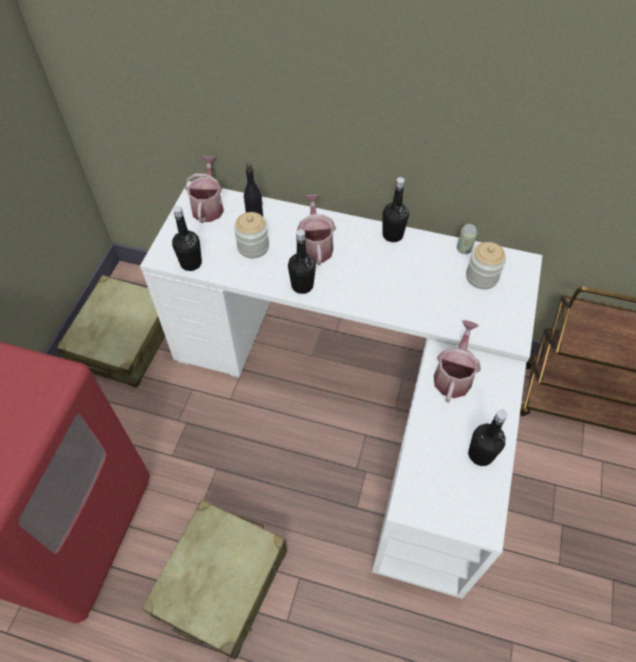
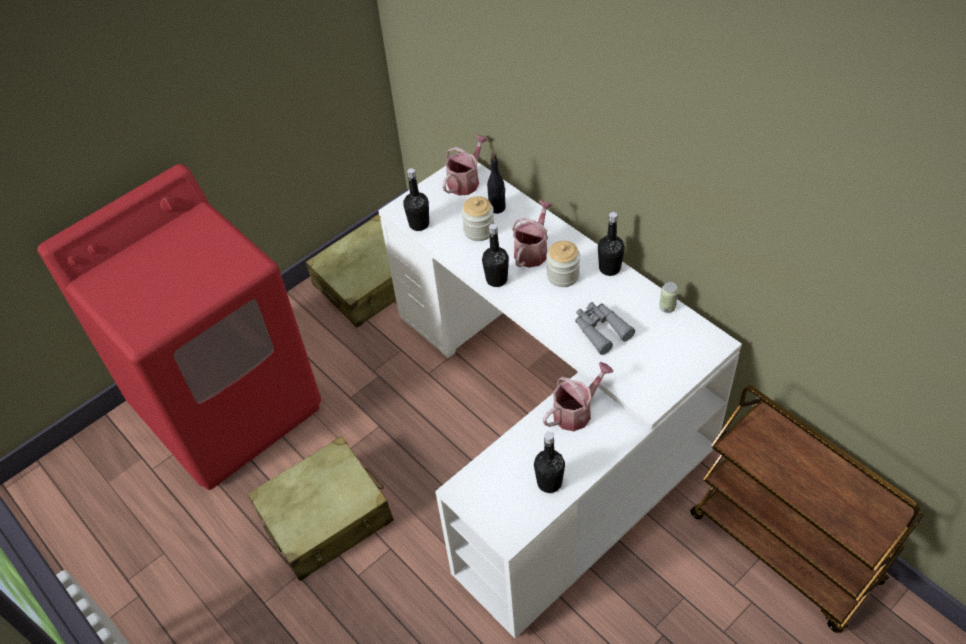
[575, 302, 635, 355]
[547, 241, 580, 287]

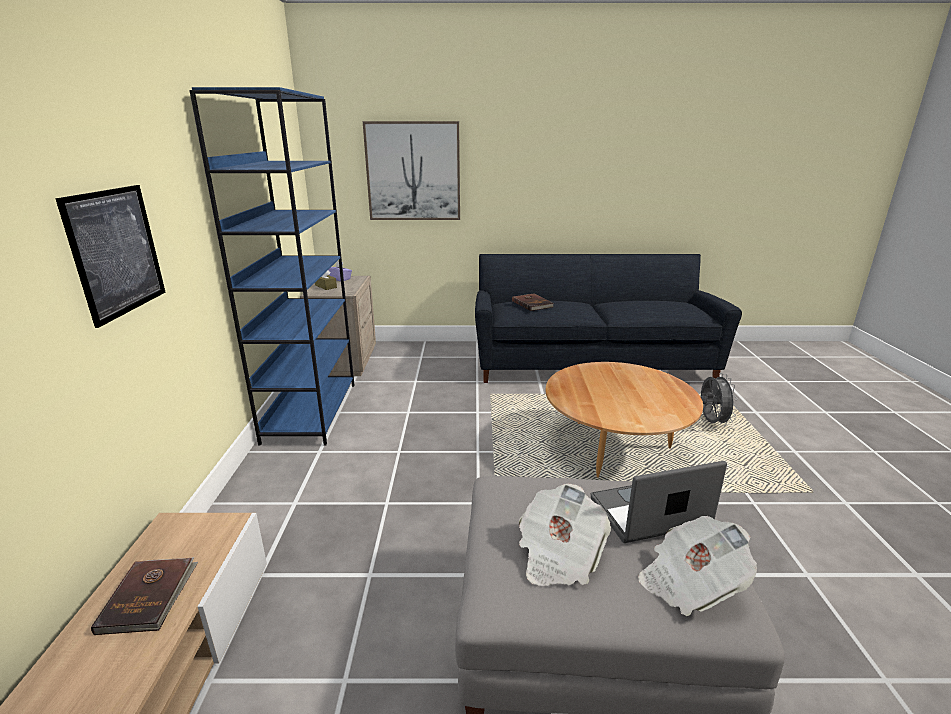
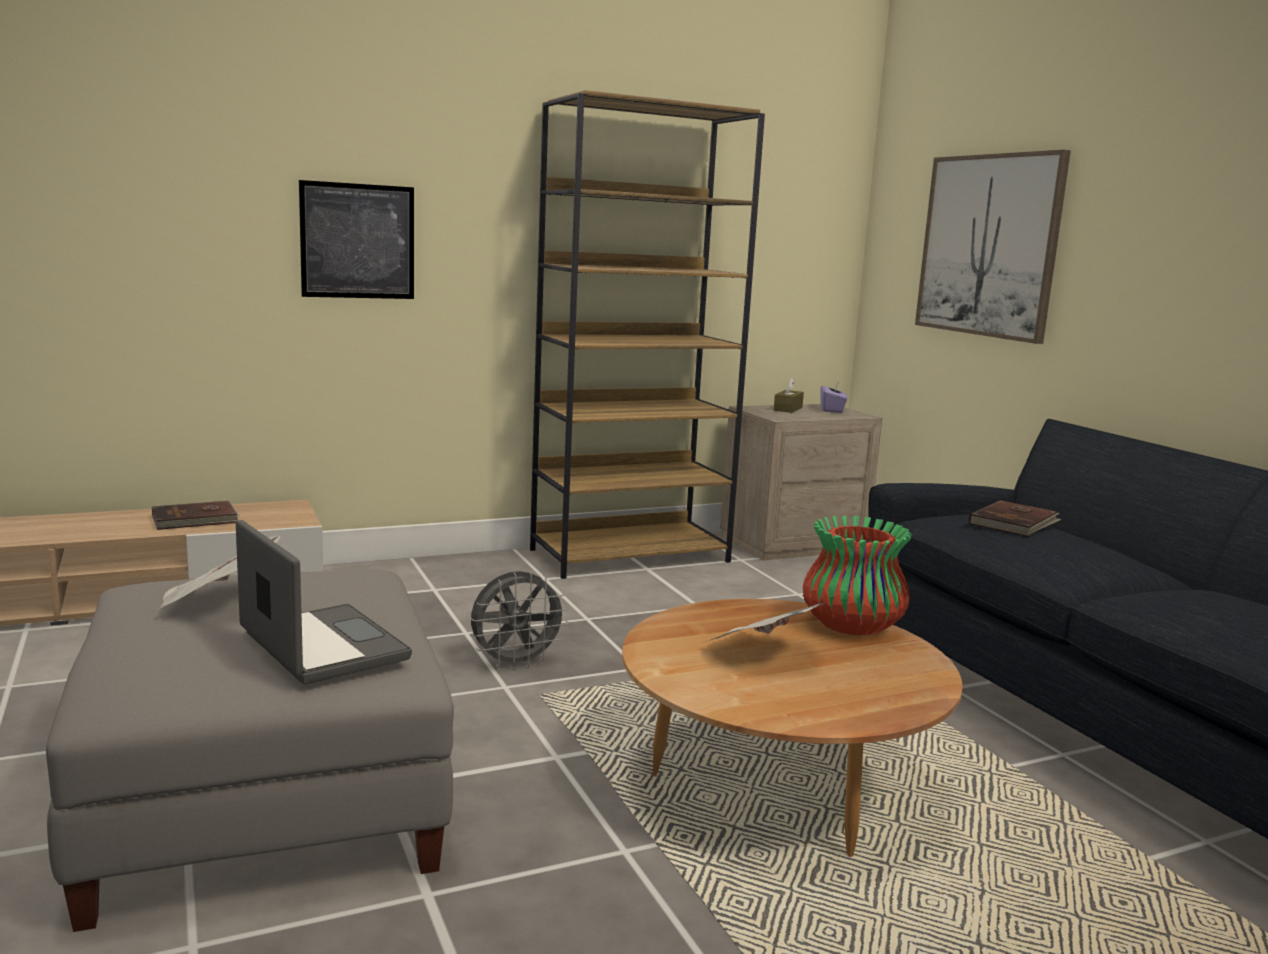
[803, 515, 912, 635]
[705, 603, 825, 642]
[471, 571, 569, 670]
[530, 90, 765, 579]

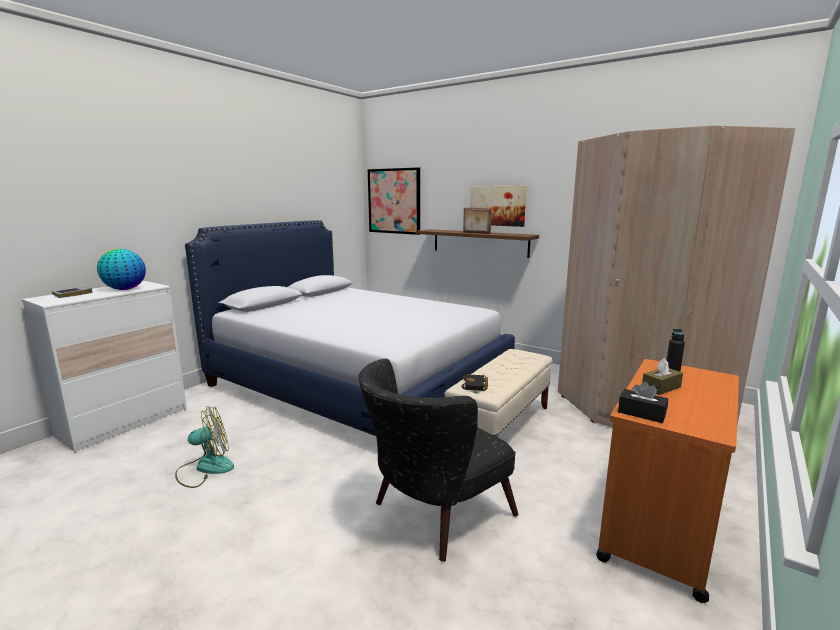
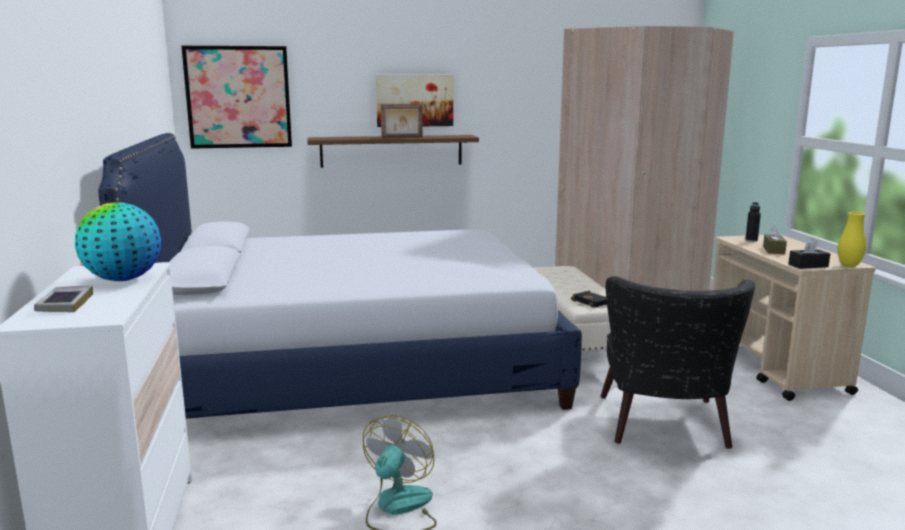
[837, 212, 866, 267]
[713, 234, 876, 401]

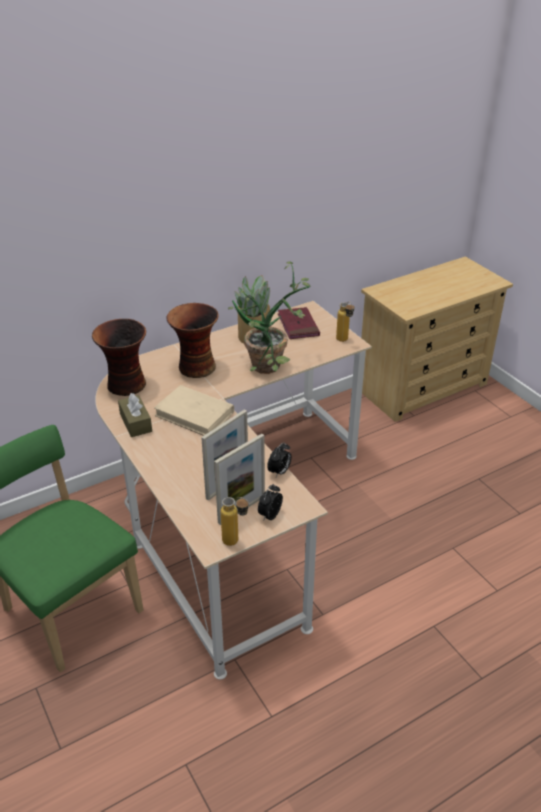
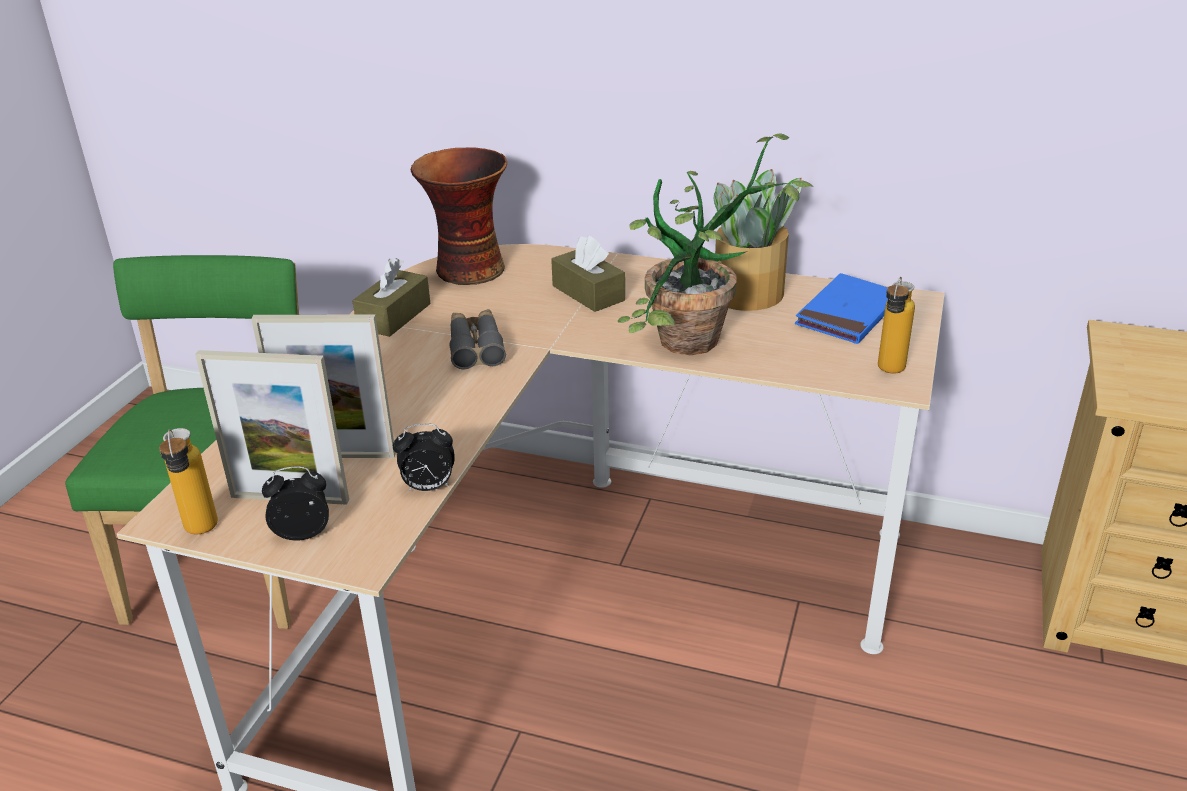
[449, 309, 506, 370]
[551, 235, 625, 312]
[795, 273, 888, 344]

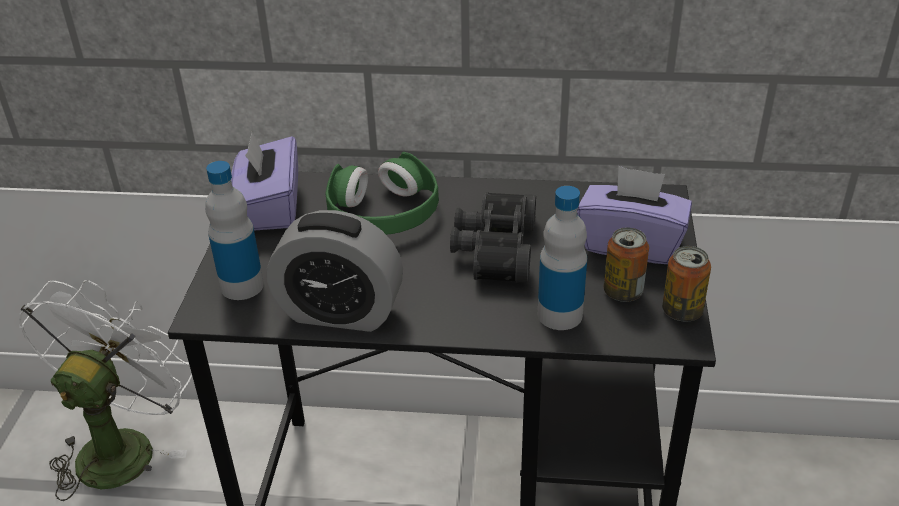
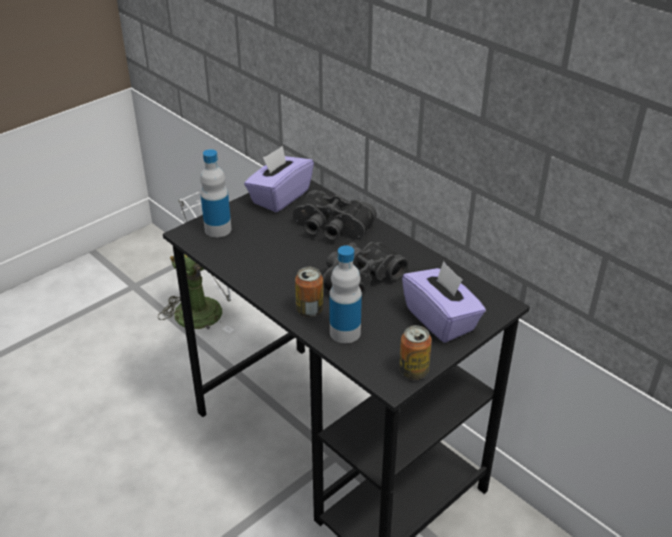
[267, 210, 403, 332] (first image)
[295, 267, 323, 317]
[293, 190, 377, 240]

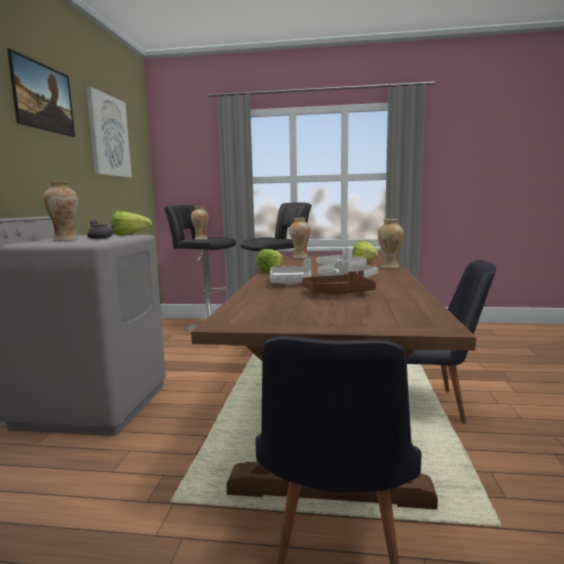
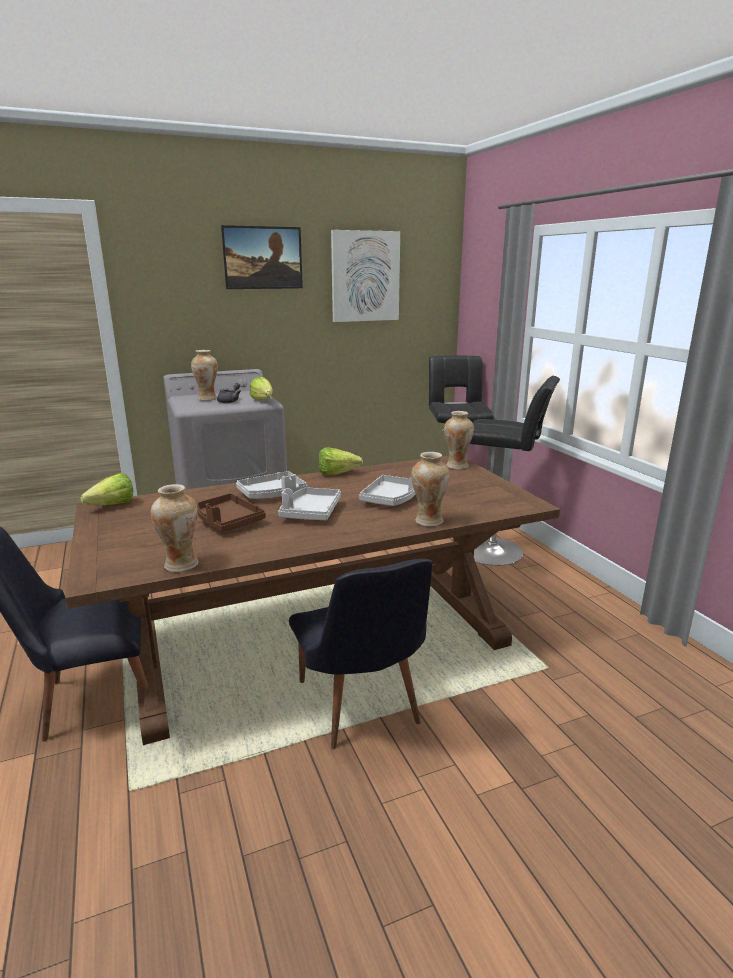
[151, 484, 198, 572]
[80, 473, 133, 505]

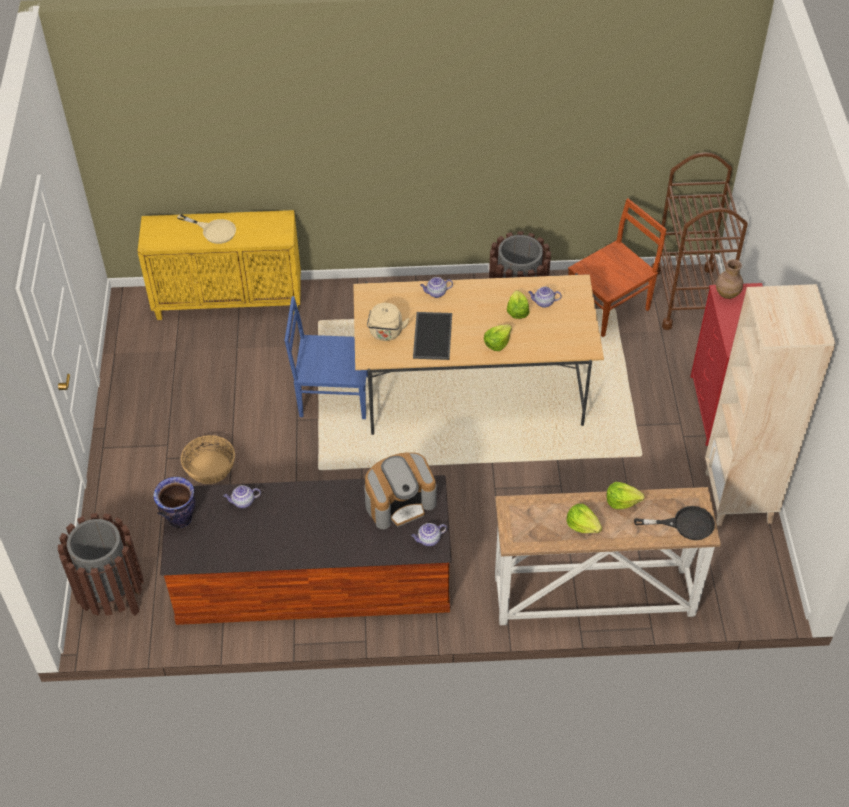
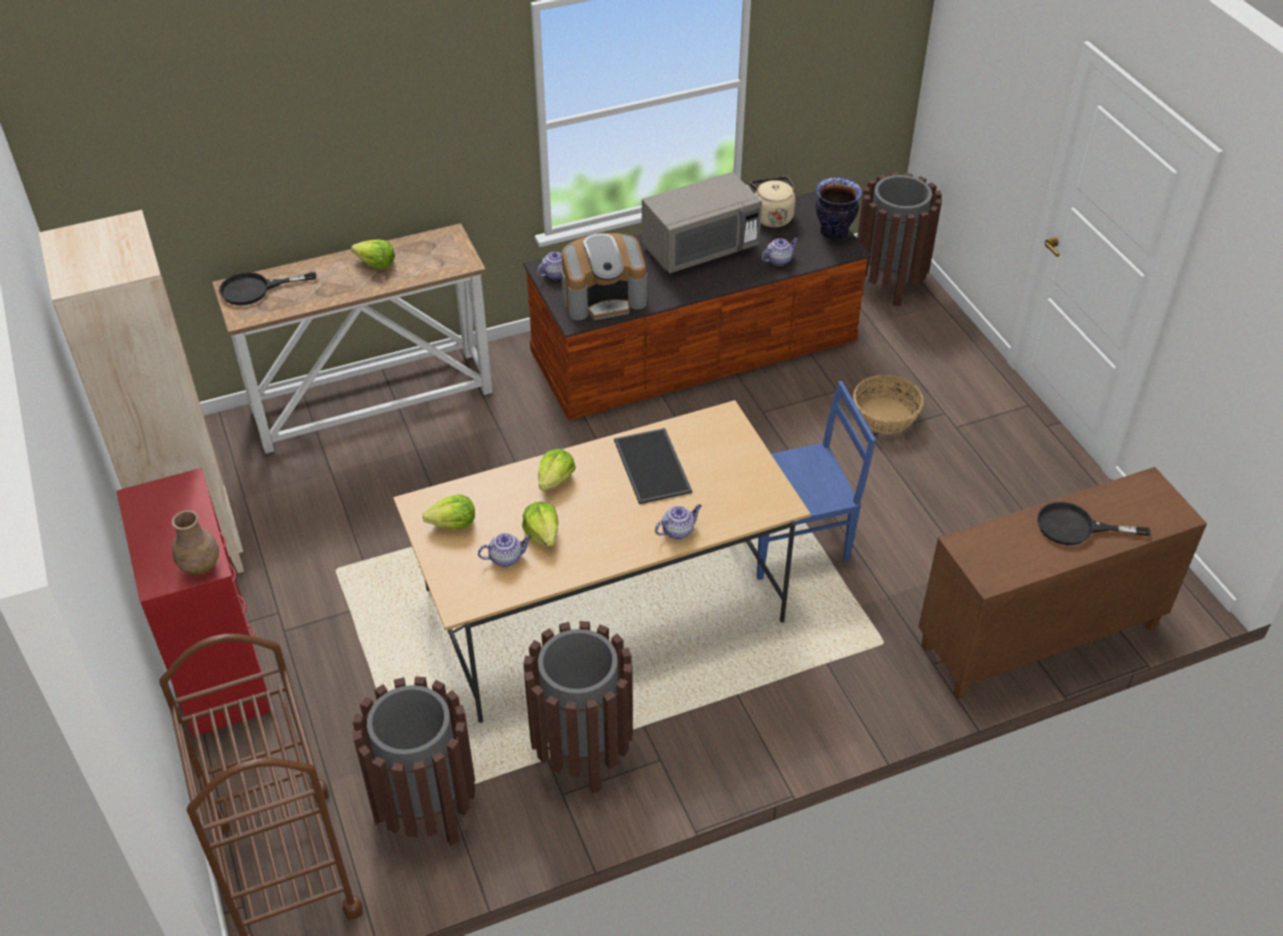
[642, 172, 762, 273]
[750, 176, 795, 227]
[422, 495, 475, 529]
[352, 676, 476, 846]
[918, 467, 1207, 699]
[1037, 502, 1151, 545]
[561, 233, 647, 320]

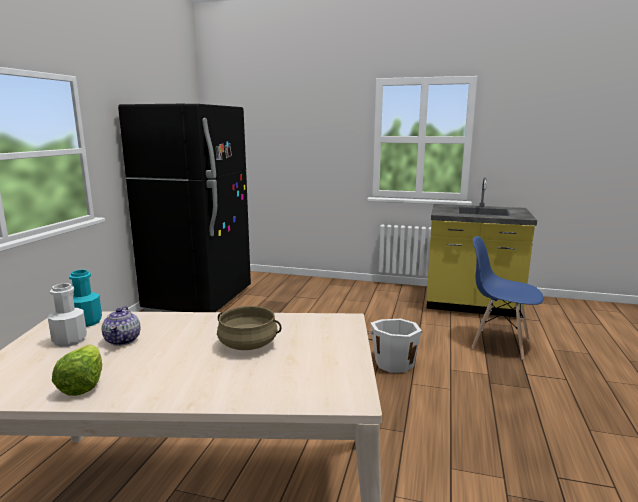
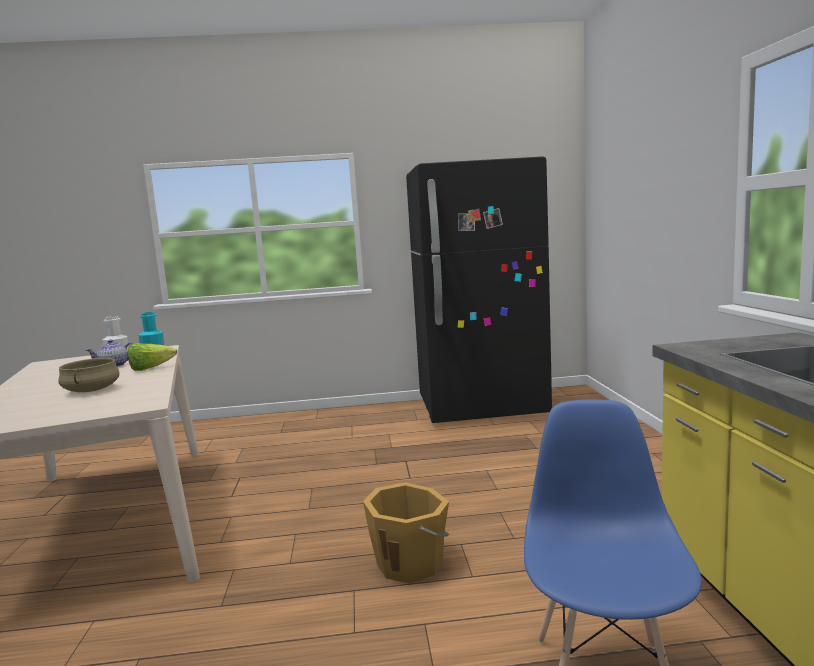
[128, 343, 177, 371]
[363, 482, 450, 583]

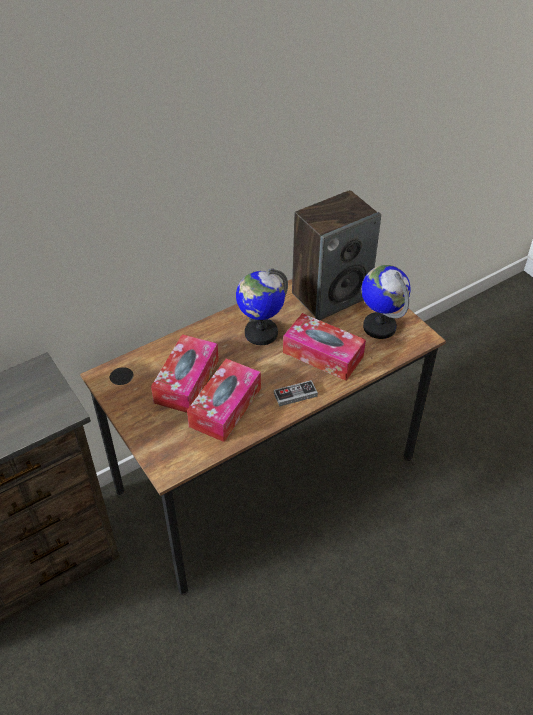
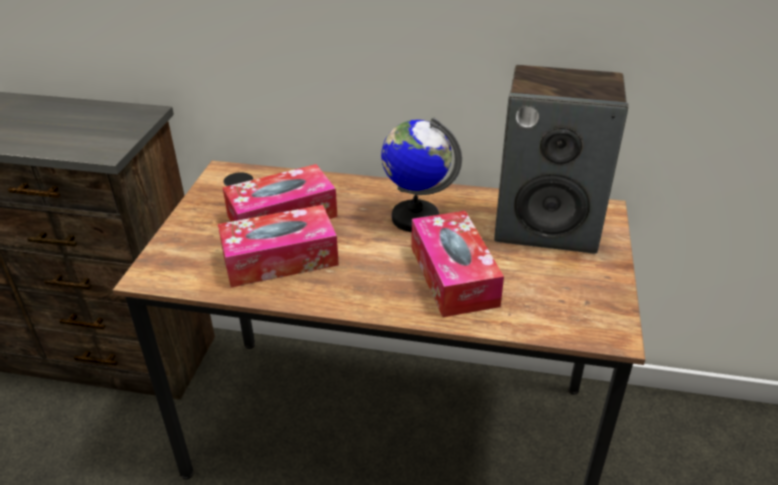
[274, 380, 318, 407] (first image)
[361, 265, 411, 339] (first image)

